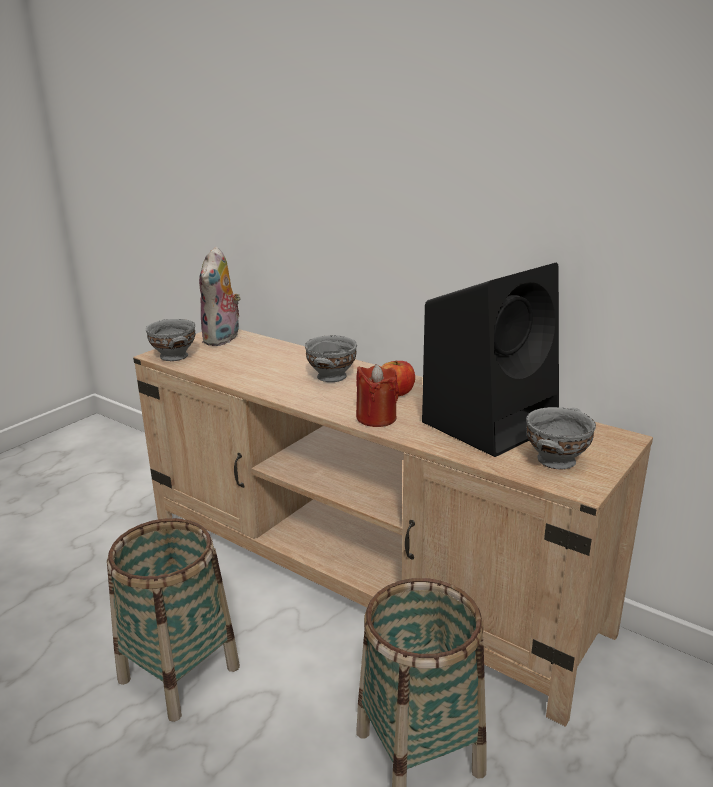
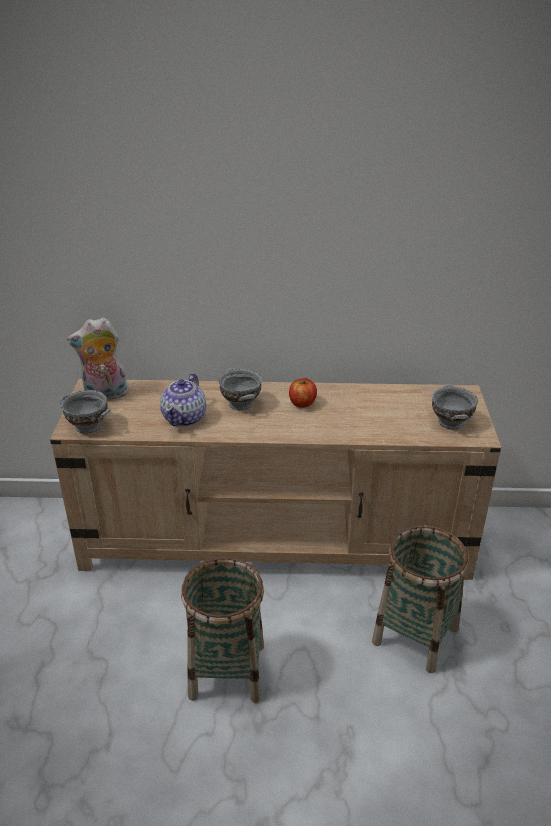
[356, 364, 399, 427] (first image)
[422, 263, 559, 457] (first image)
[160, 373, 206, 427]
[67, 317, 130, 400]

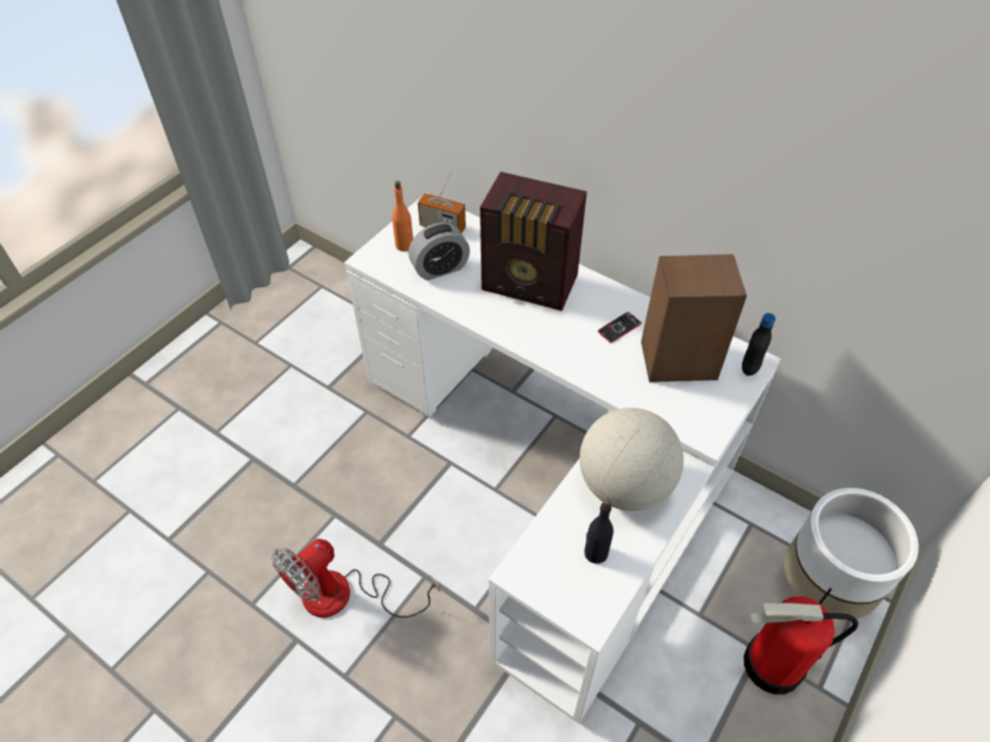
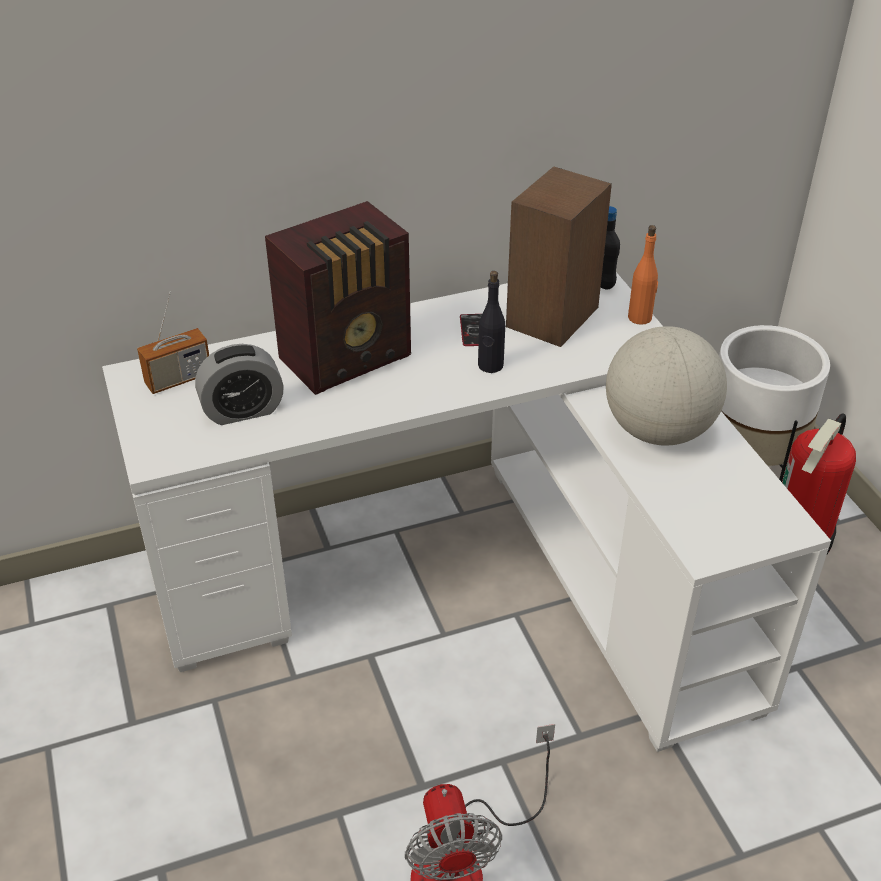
[628, 225, 658, 325]
[478, 271, 505, 373]
[195, 344, 284, 425]

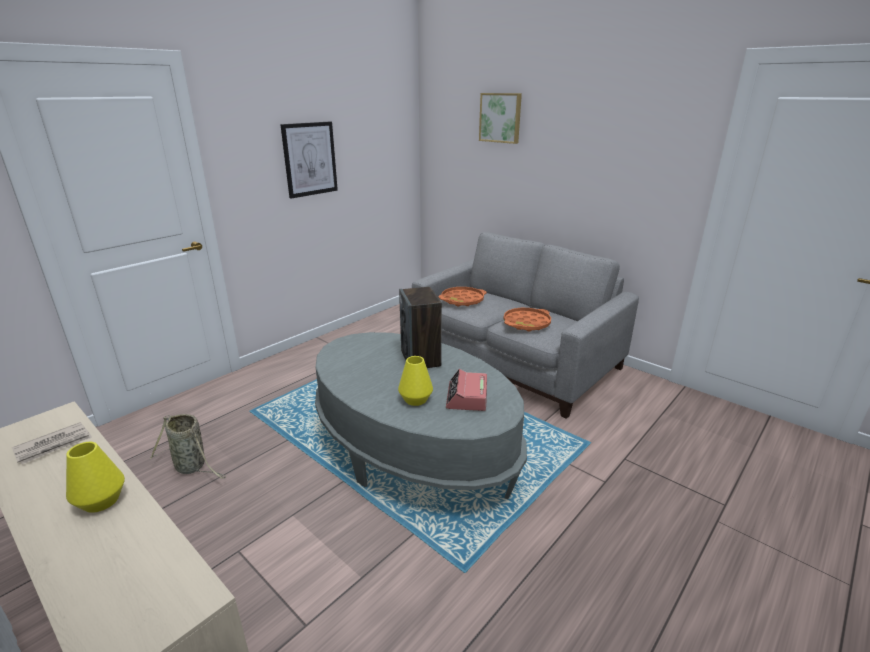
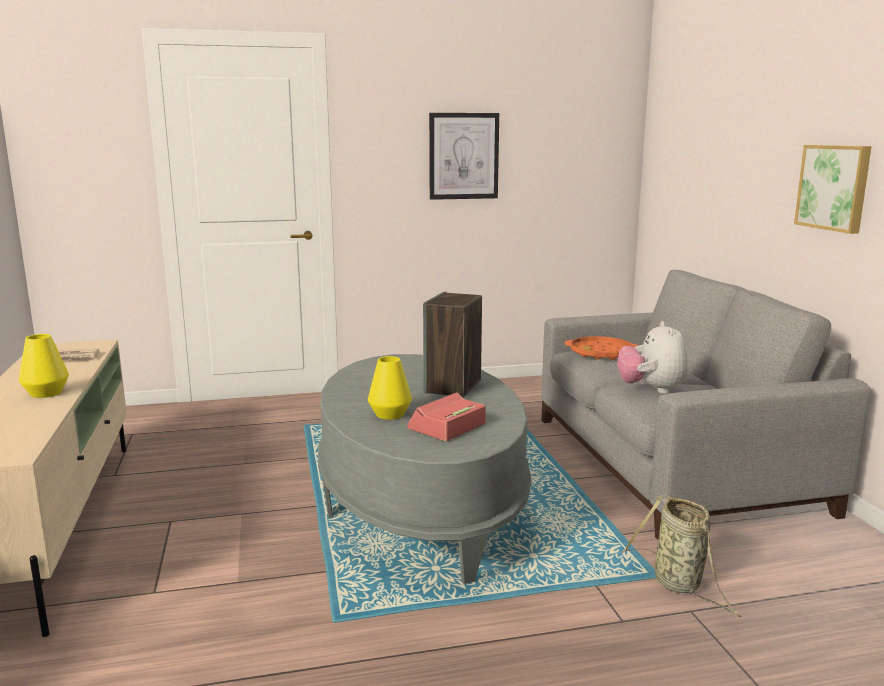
[623, 495, 742, 617]
[794, 145, 872, 234]
[617, 321, 688, 394]

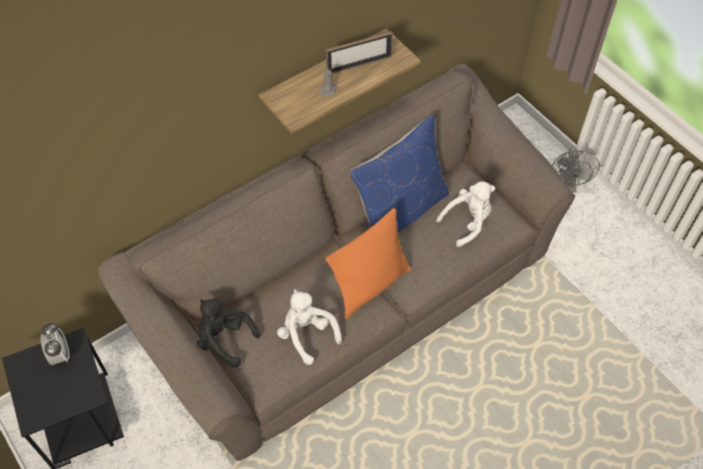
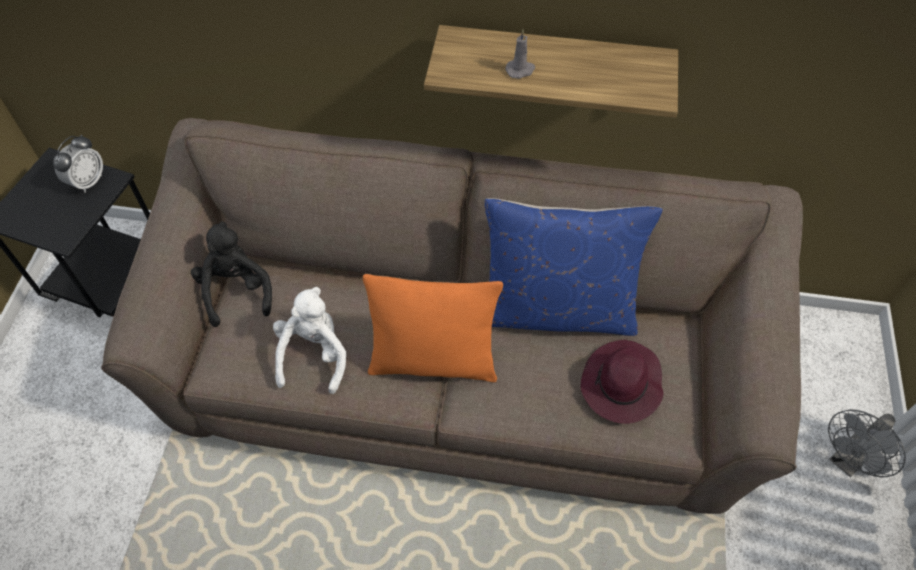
[326, 32, 393, 74] (first image)
[581, 340, 663, 424]

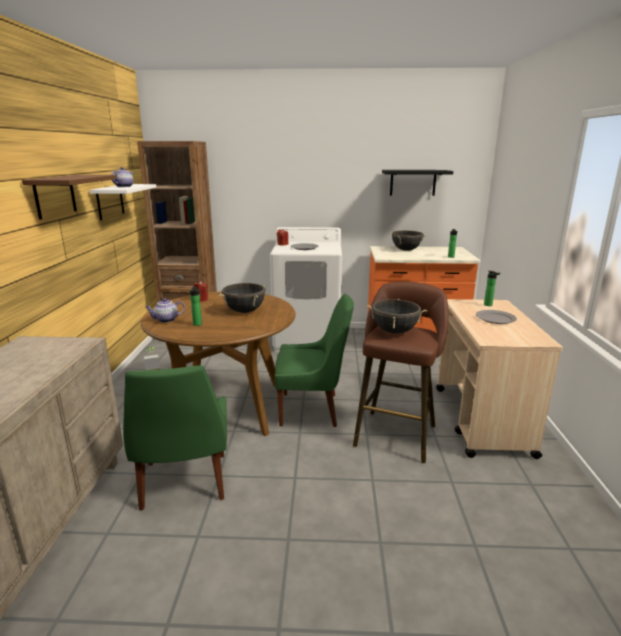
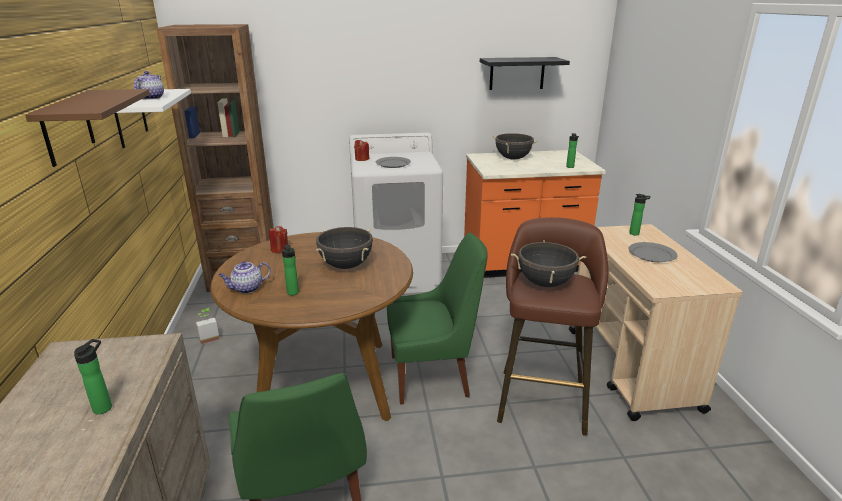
[74, 339, 112, 414]

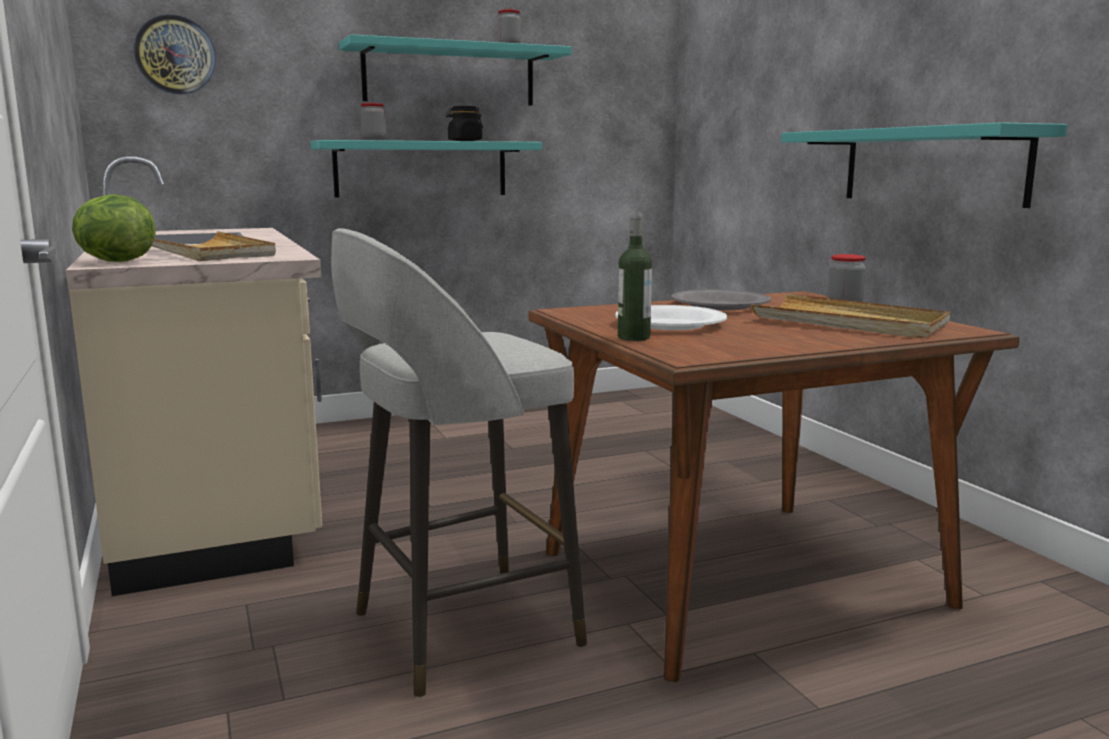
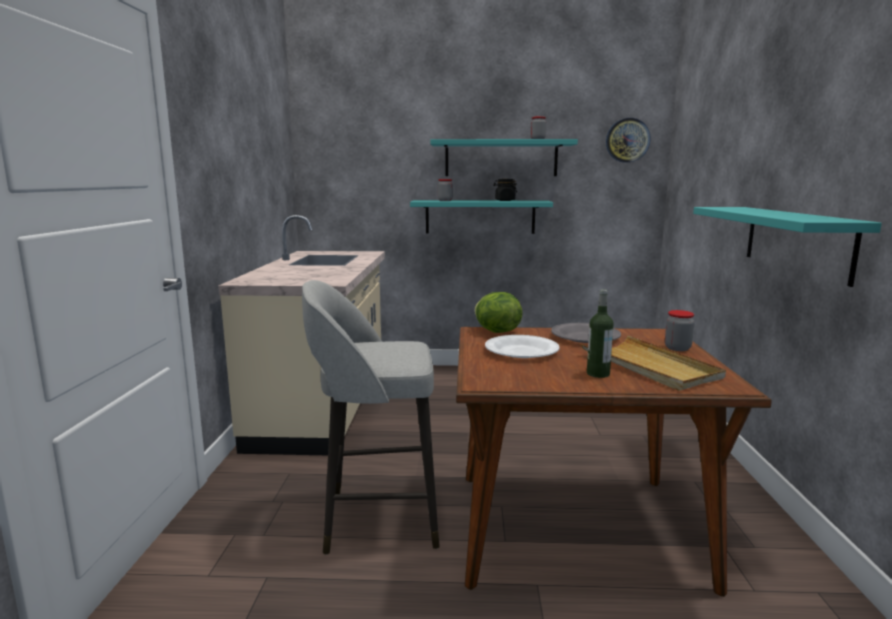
[152, 231, 276, 261] (first image)
[475, 292, 523, 333]
[606, 118, 650, 163]
[587, 289, 614, 378]

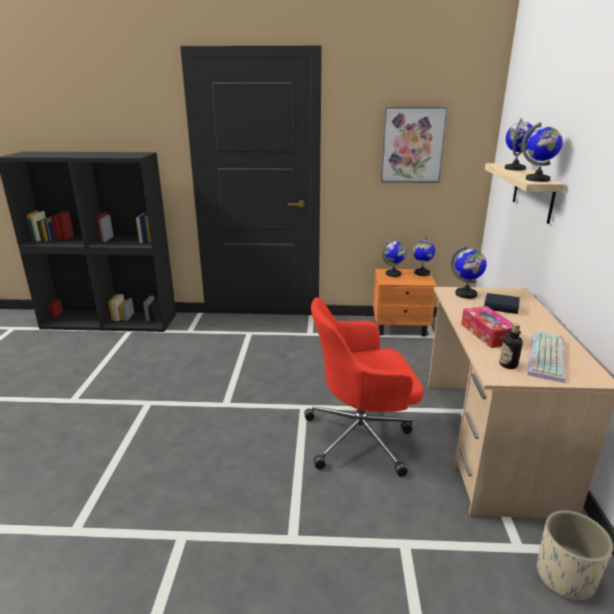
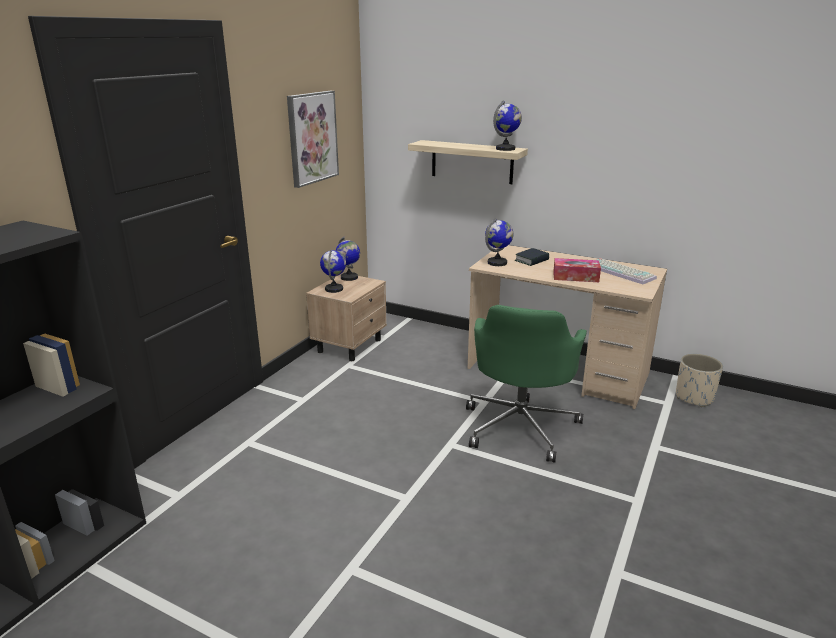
[500, 323, 523, 369] (first image)
[505, 118, 536, 170] (first image)
[466, 305, 587, 463]
[306, 273, 387, 361]

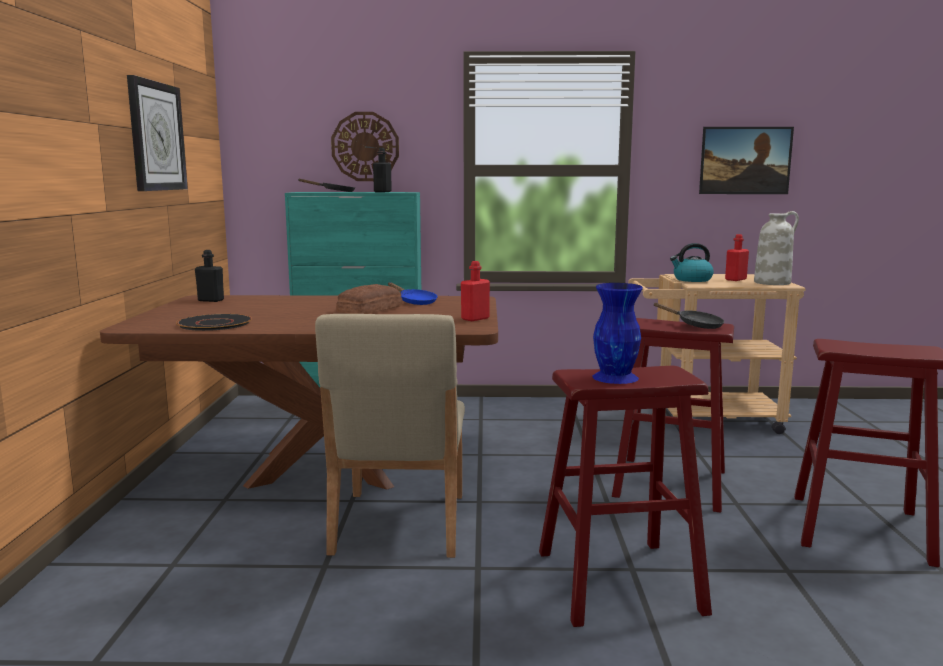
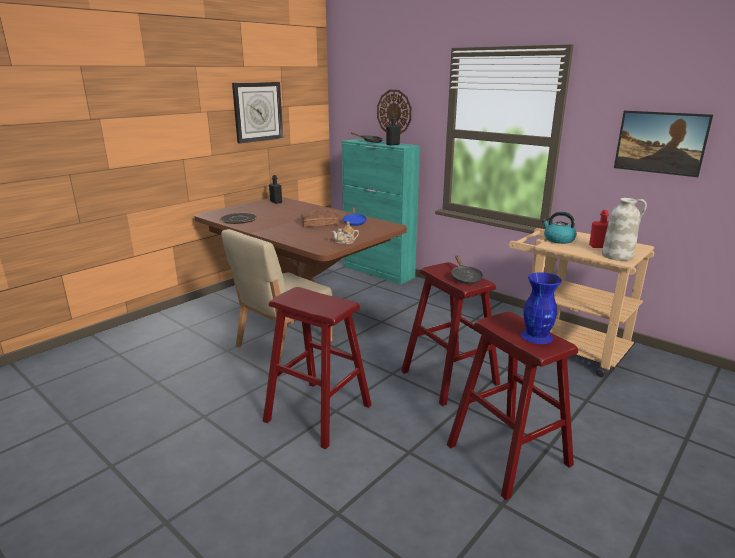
[521, 272, 562, 344]
[332, 221, 359, 244]

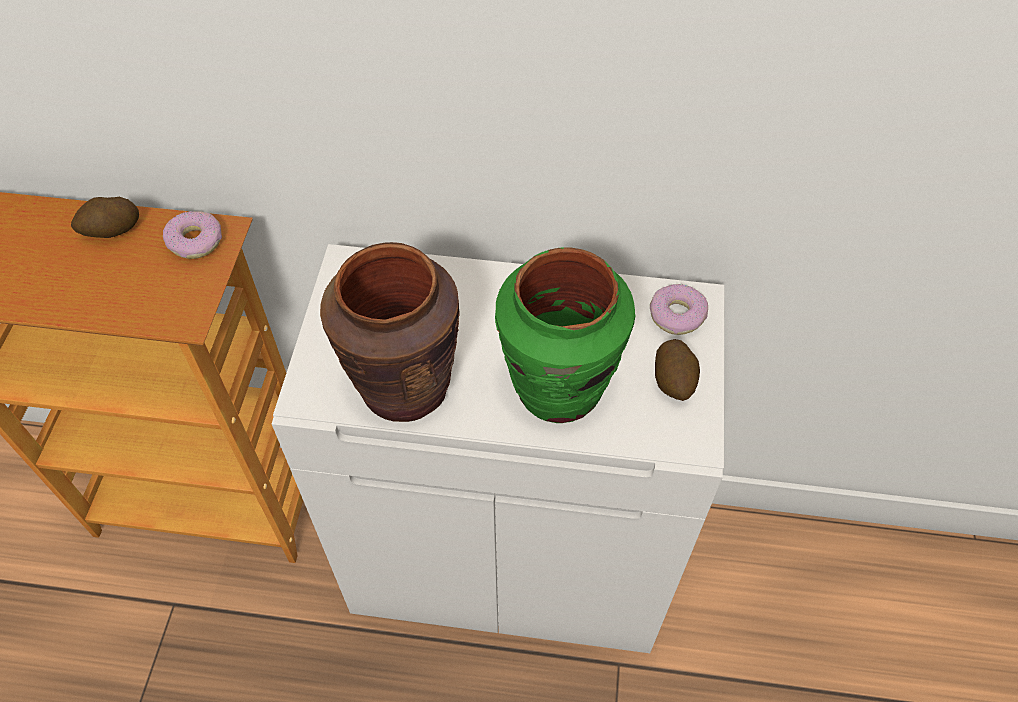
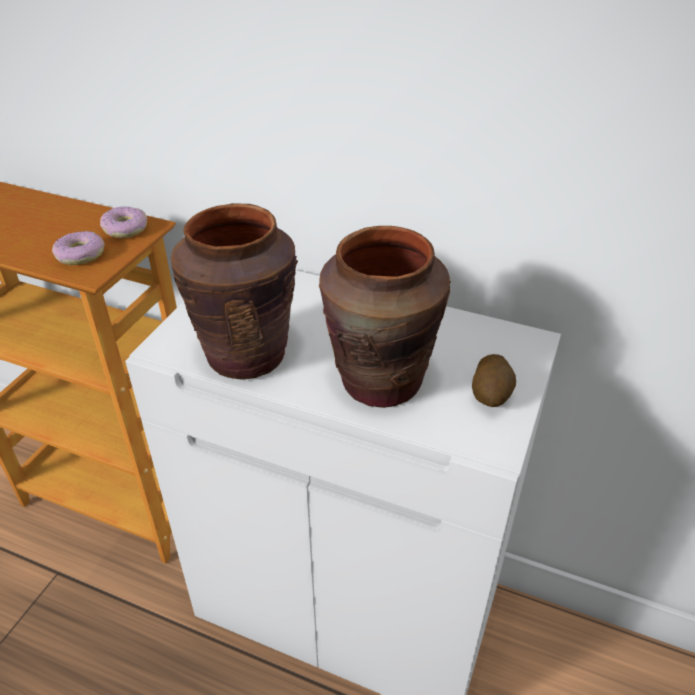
[71, 197, 139, 238] (first image)
[52, 231, 105, 265]
[319, 226, 451, 408]

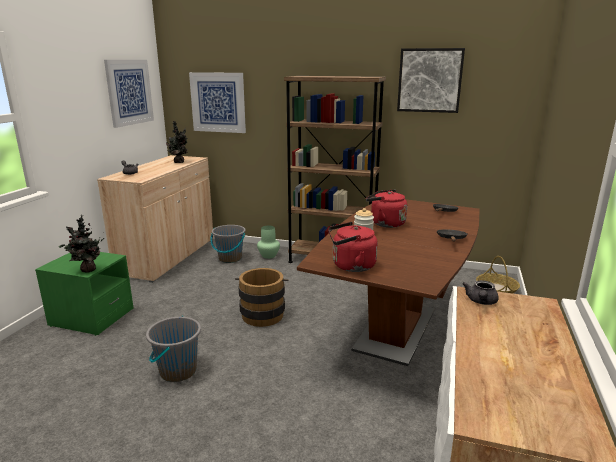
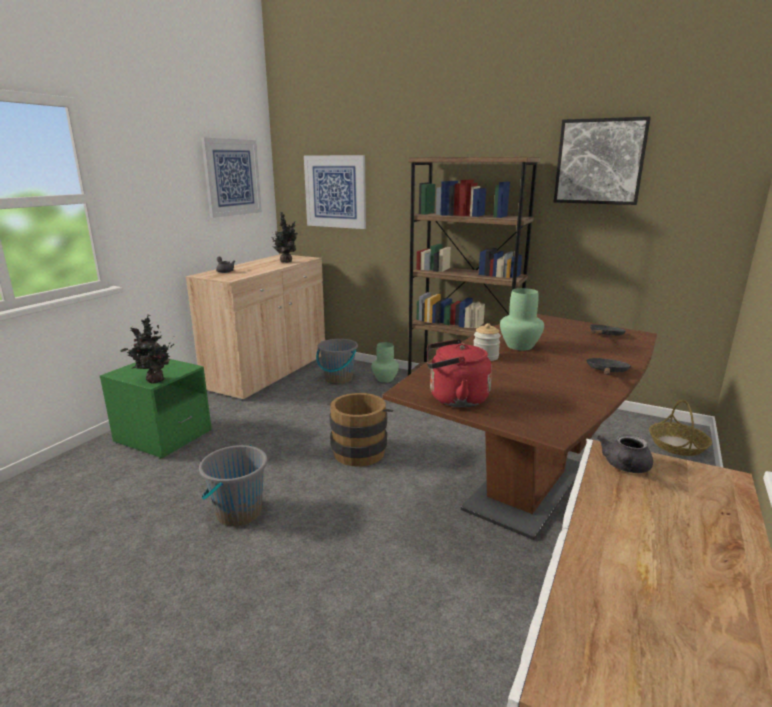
[500, 288, 544, 351]

